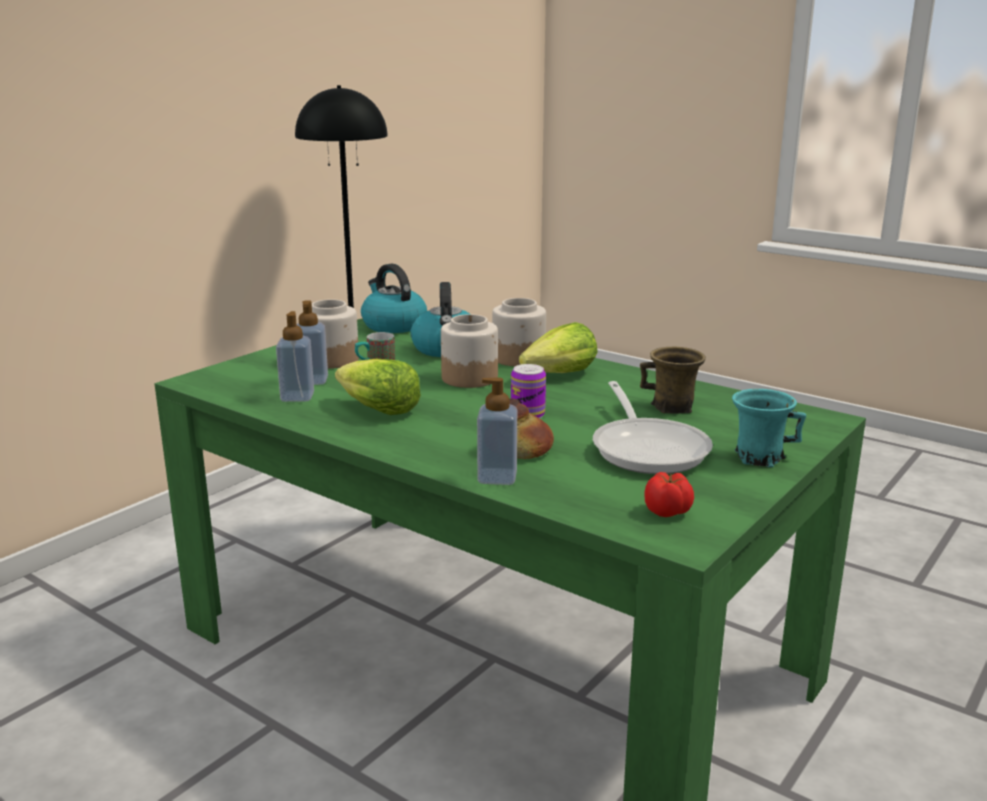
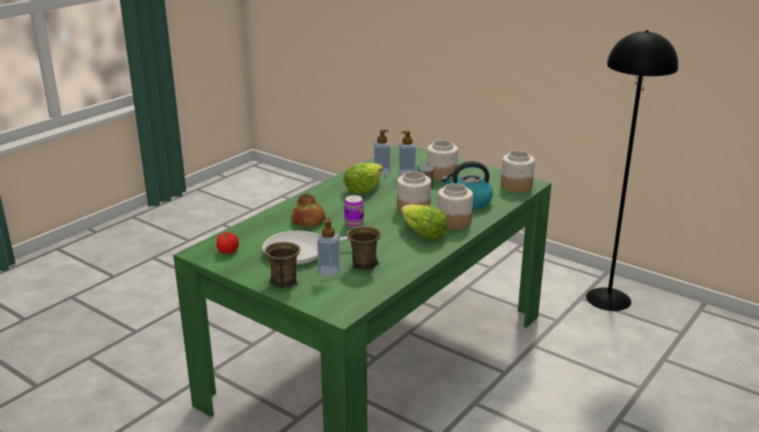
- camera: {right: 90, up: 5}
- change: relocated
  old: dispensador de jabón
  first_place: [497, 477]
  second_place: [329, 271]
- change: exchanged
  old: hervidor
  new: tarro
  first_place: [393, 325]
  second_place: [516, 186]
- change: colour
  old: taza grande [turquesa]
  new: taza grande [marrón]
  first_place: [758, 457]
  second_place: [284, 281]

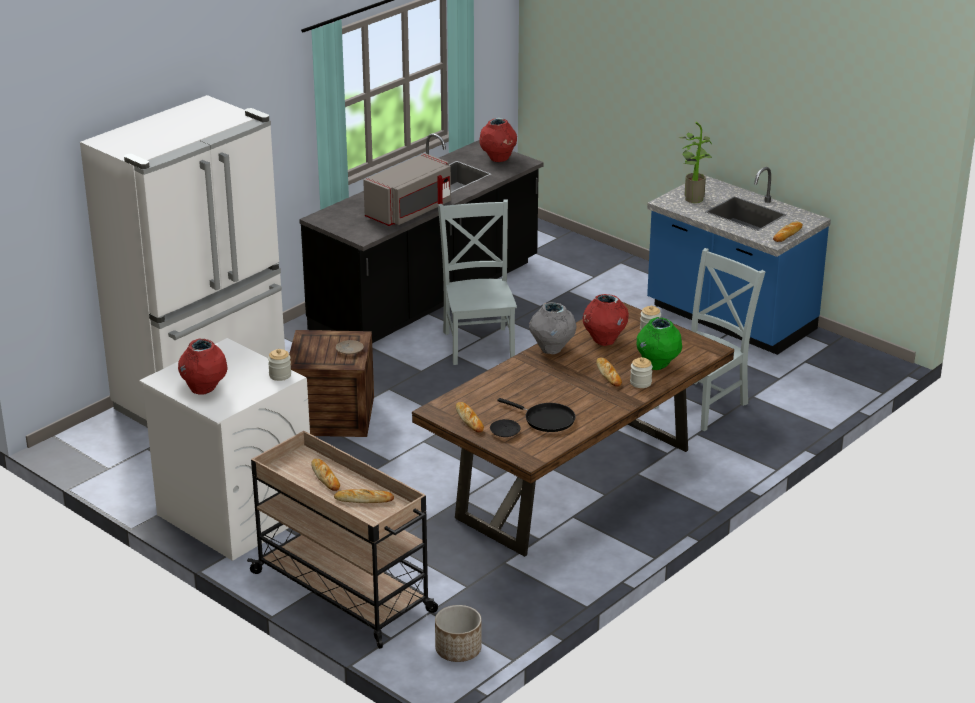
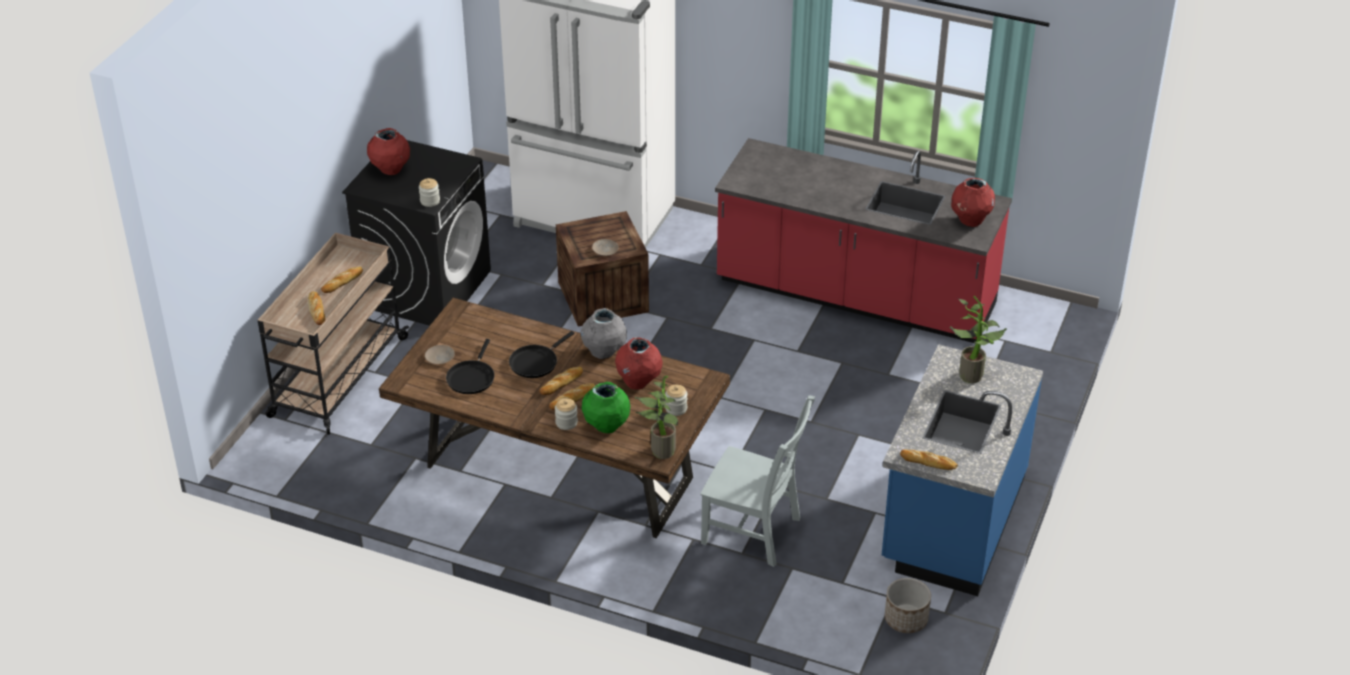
- camera: {right: 70, up: 10}
- change: missing
  old: microondas [gris]
  first_place: [410, 211]
- change: missing
  old: silla [gris]
  first_place: [479, 343]
- change: appeared
  new: sartén [negro]
  second_place: [536, 362]
- change: appeared
  new: planta en maceta
  second_place: [659, 451]
- change: relocated
  old: maceta
  first_place: [458, 650]
  second_place: [906, 619]
- change: relocated
  old: pan
  first_place: [469, 420]
  second_place: [562, 383]
- change: colour
  old: lavadora [blanco]
  new: lavadora [negro]
  first_place: [234, 513]
  second_place: [426, 288]
- change: colour
  old: mueble bajo de cocina [negro]
  new: mueble bajo de cocina [rojo]
  first_place: [427, 297]
  second_place: [855, 295]
- change: colour
  old: plato [negro]
  new: plato [beis]
  first_place: [505, 431]
  second_place: [440, 358]

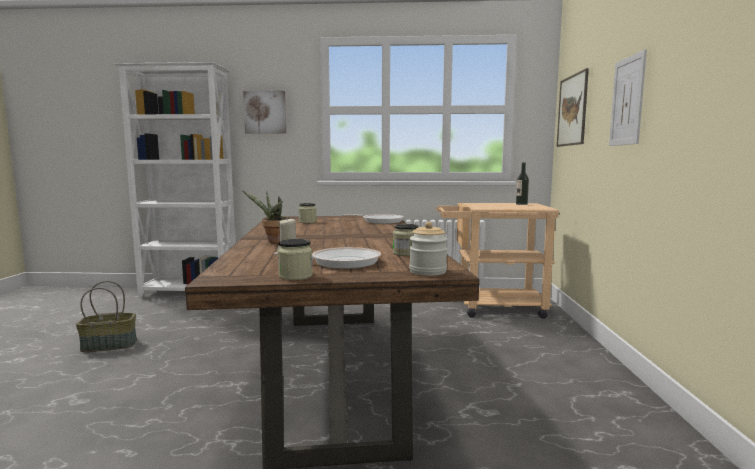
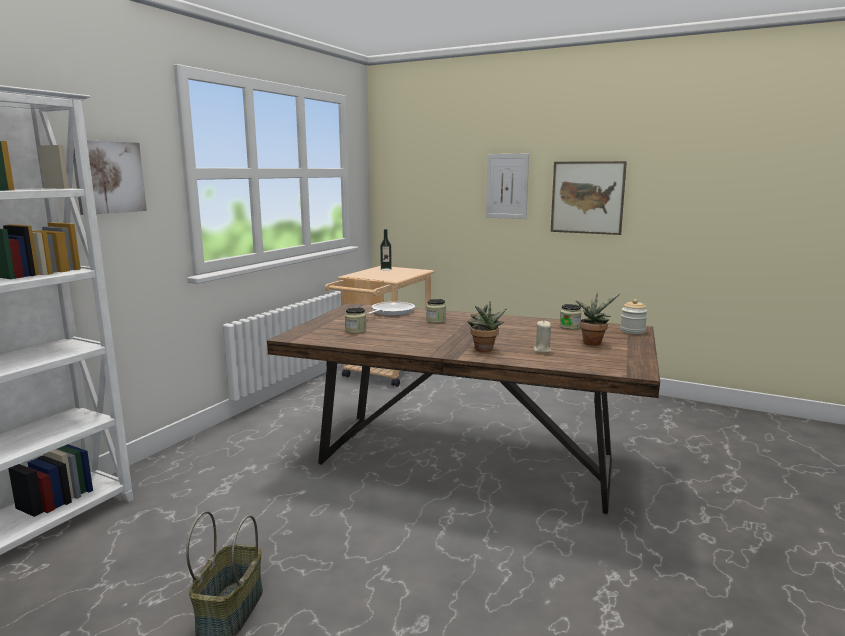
- camera: {right: -65, up: 5}
- change: relocated
  old: tarro
  first_place: [295, 276]
  second_place: [436, 321]
- change: relocated
  old: cuadro
  first_place: [572, 110]
  second_place: [587, 197]
- change: exchanged
  old: sartén
  new: planta en maceta
  first_place: [341, 262]
  second_place: [593, 342]

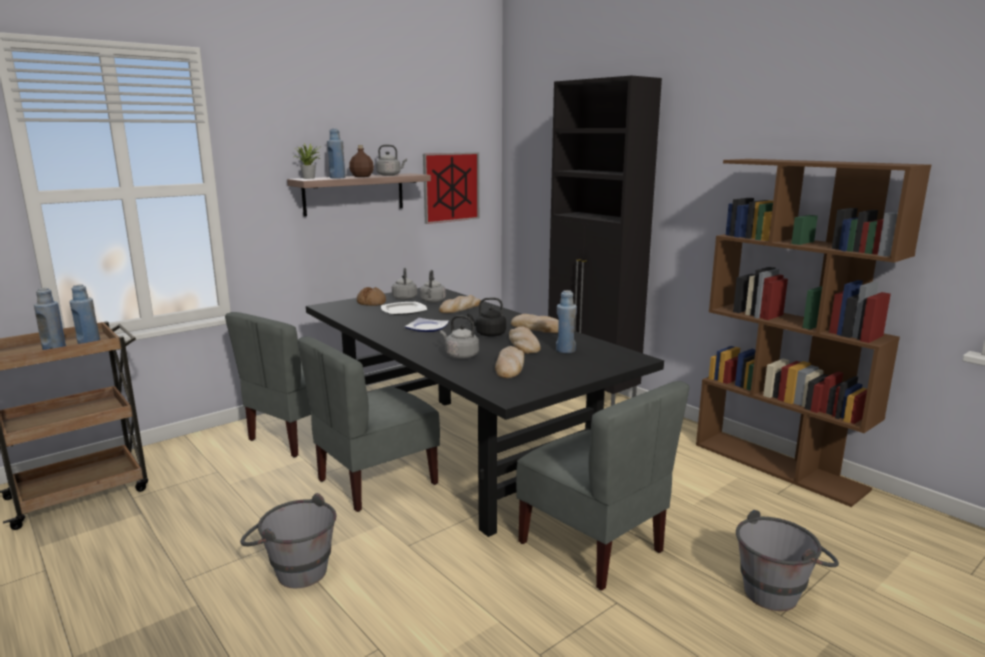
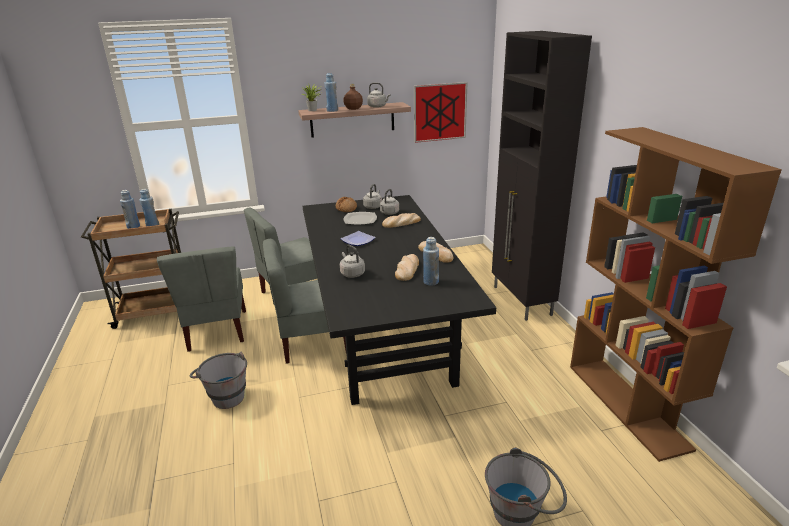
- camera: {right: 25, up: 10}
- change: missing
  old: hervidor [negro]
  first_place: [488, 334]
- change: missing
  old: pan
  first_place: [510, 366]
- change: relocated
  old: silla [gris]
  first_place: [592, 546]
  second_place: [216, 331]

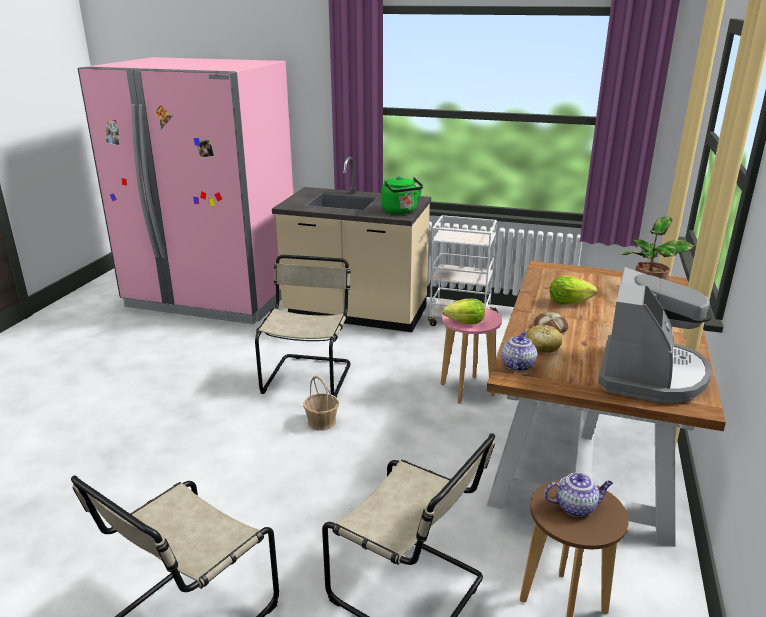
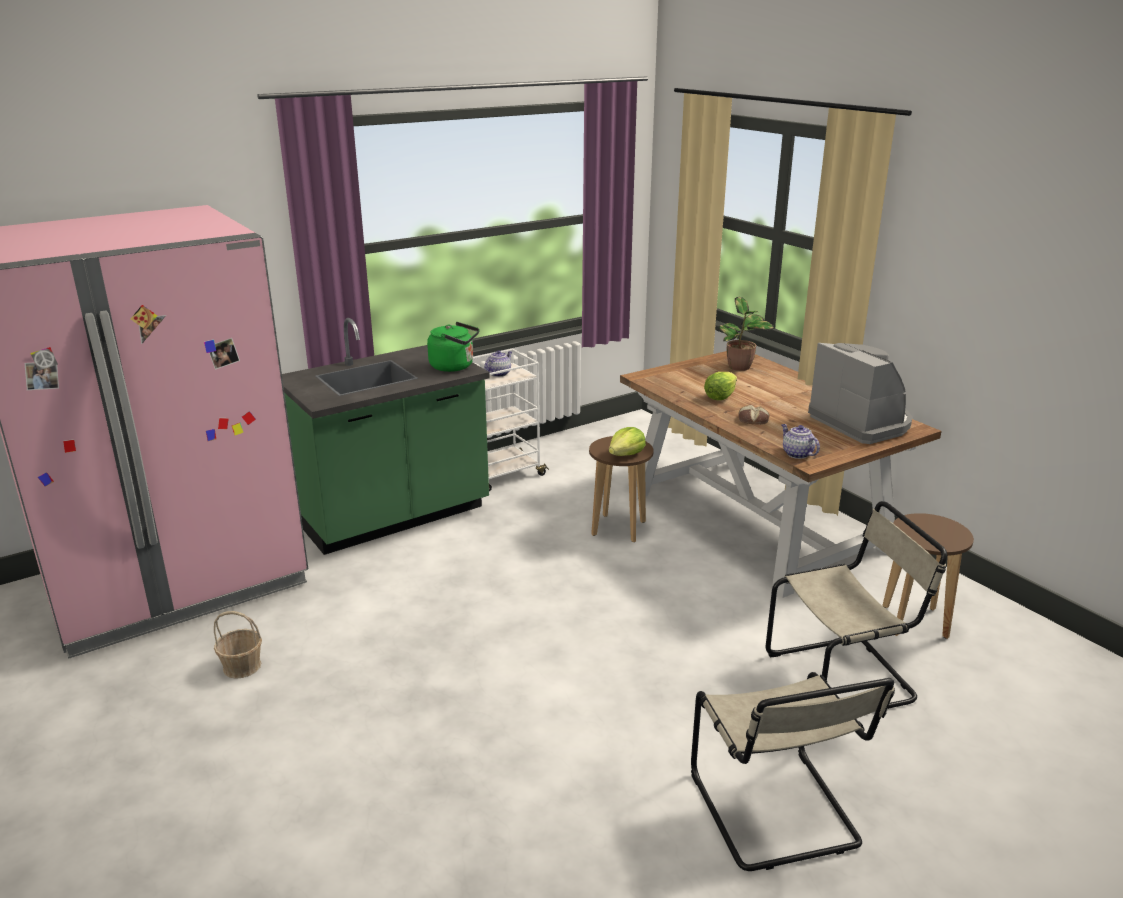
- camera: {right: -50, up: 0}
- change: missing
  old: silla [beis]
  first_place: [308, 376]
- change: missing
  old: pan
  first_place: [542, 346]
- change: relocated
  old: cesta
  first_place: [321, 422]
  second_place: [242, 666]
- change: relocated
  old: tetera
  first_place: [576, 506]
  second_place: [499, 373]
- change: colour
  old: mueble bajo de cocina [beis]
  new: mueble bajo de cocina [verde]
  first_place: [355, 314]
  second_place: [394, 517]
- change: colour
  old: taburete [rosa]
  new: taburete [marrón]
  first_place: [467, 389]
  second_place: [618, 528]

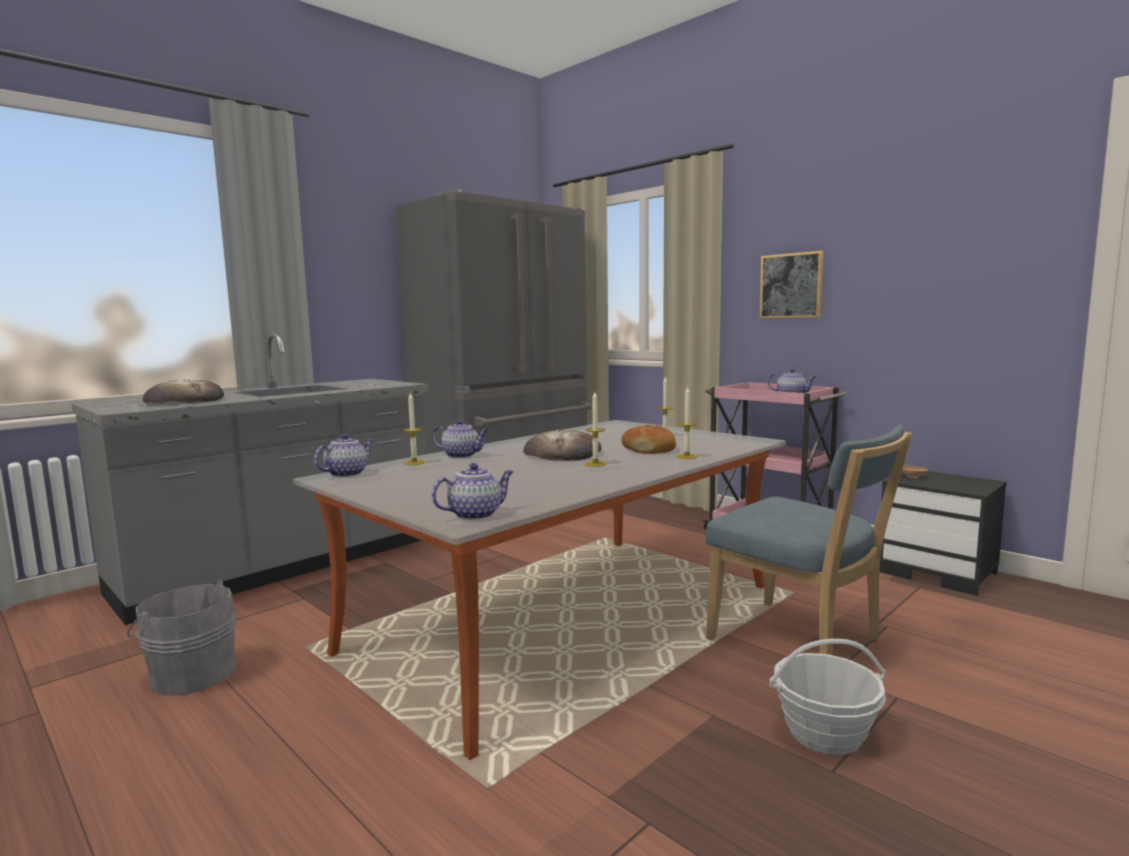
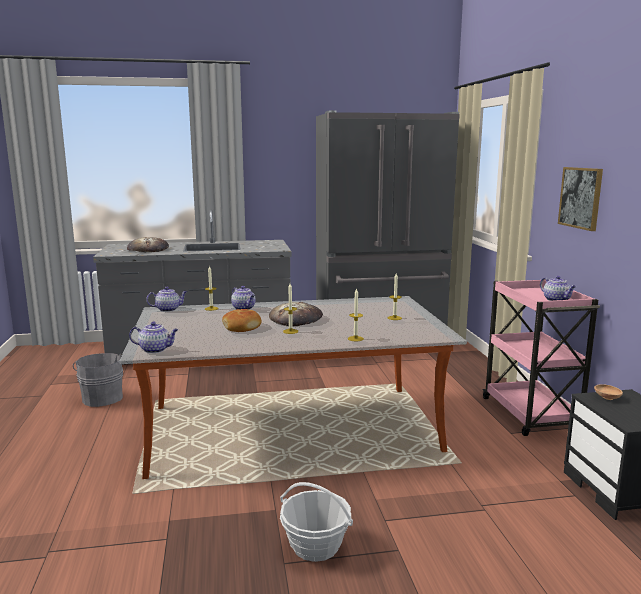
- camera: {right: 35, up: 5}
- change: missing
  old: silla [azul]
  first_place: [800, 643]
- change: relocated
  old: pan
  first_place: [649, 449]
  second_place: [242, 327]

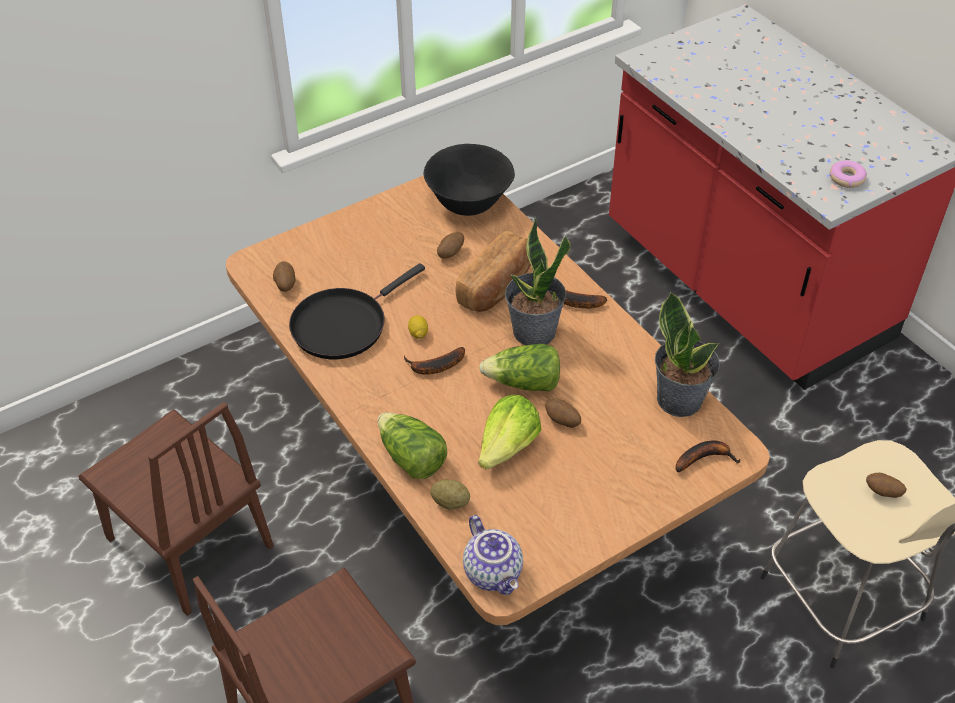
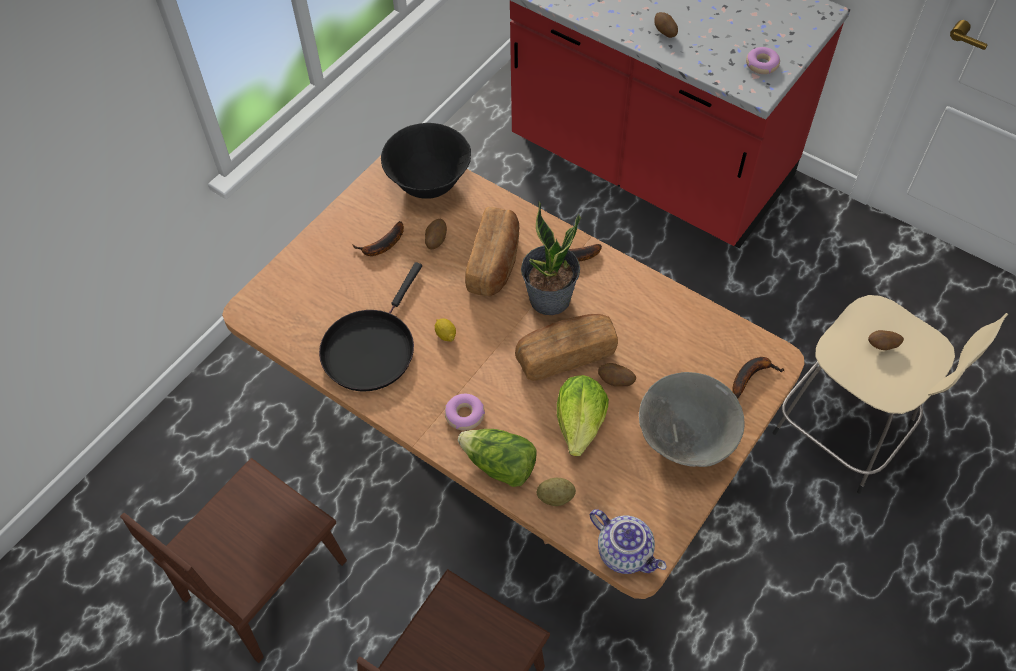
- camera: {right: -20, up: 10}
- change: missing
  old: planta en maceta
  first_place: [680, 399]
- change: appeared
  new: rosquilla
  second_place: [465, 415]
- change: appeared
  new: cuenco [gris]
  second_place: [685, 440]
- change: relocated
  old: patata
  first_place: [285, 284]
  second_place: [664, 32]
- change: relocated
  old: plátano
  first_place: [434, 367]
  second_place: [381, 246]
- change: exchanged
  old: lechuga
  new: pan
  first_place: [524, 383]
  second_place: [565, 354]
- change: spun
  old: silla [marrón]
  first_place: [189, 542]
  second_place: [265, 579]
  degrees: 105

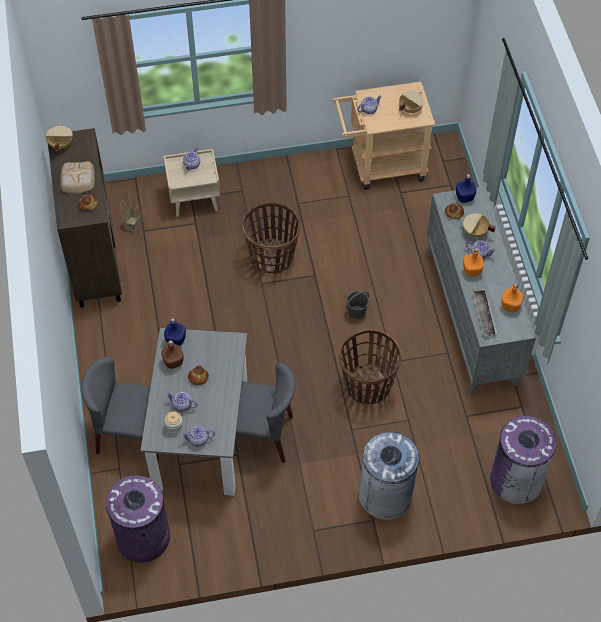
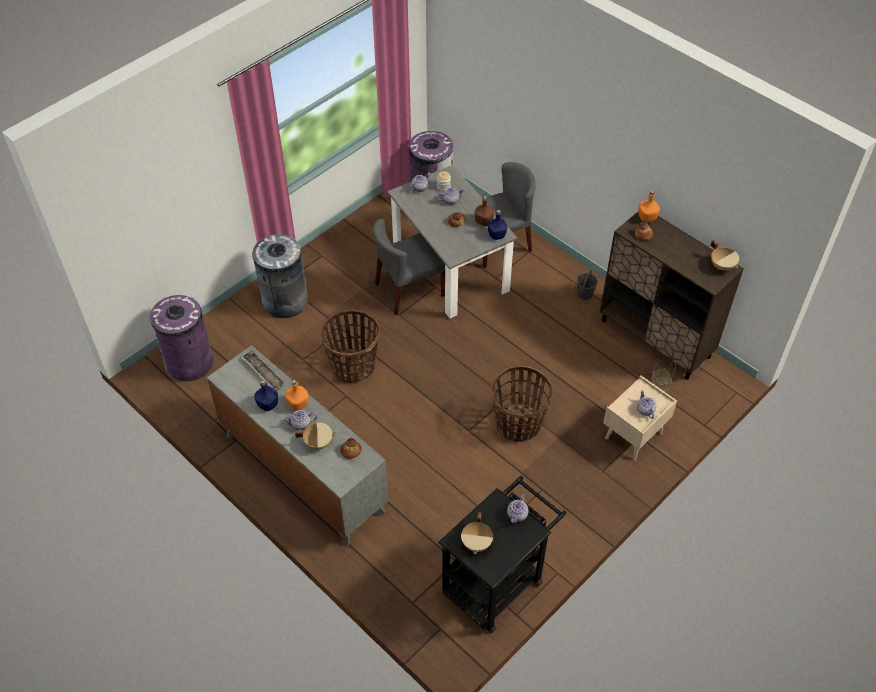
- camera: {right: 145, up: -5}
- change: missing
  old: pan
  first_place: [77, 180]
- change: relocated
  old: cubo [gris]
  first_place: [356, 312]
  second_place: [585, 294]
- change: relocated
  old: botella [azul]
  first_place: [464, 197]
  second_place: [268, 404]
- change: relocated
  old: botella [naranja]
  first_place: [510, 306]
  second_place: [647, 218]
- change: colour
  old: carrito [beis]
  new: carrito [negro]
  first_place: [381, 166]
  second_place: [498, 580]

